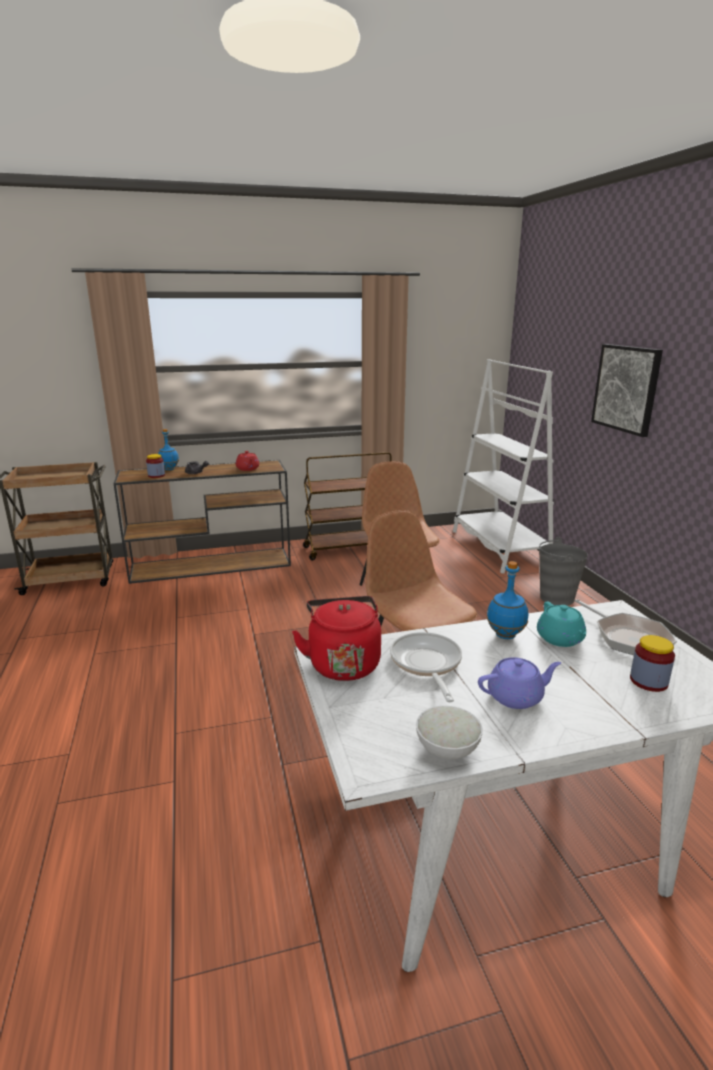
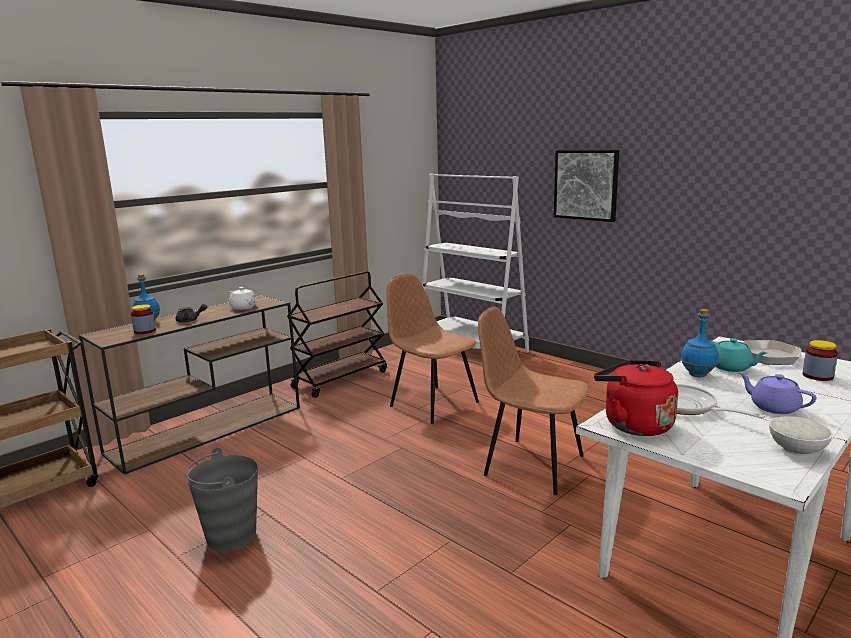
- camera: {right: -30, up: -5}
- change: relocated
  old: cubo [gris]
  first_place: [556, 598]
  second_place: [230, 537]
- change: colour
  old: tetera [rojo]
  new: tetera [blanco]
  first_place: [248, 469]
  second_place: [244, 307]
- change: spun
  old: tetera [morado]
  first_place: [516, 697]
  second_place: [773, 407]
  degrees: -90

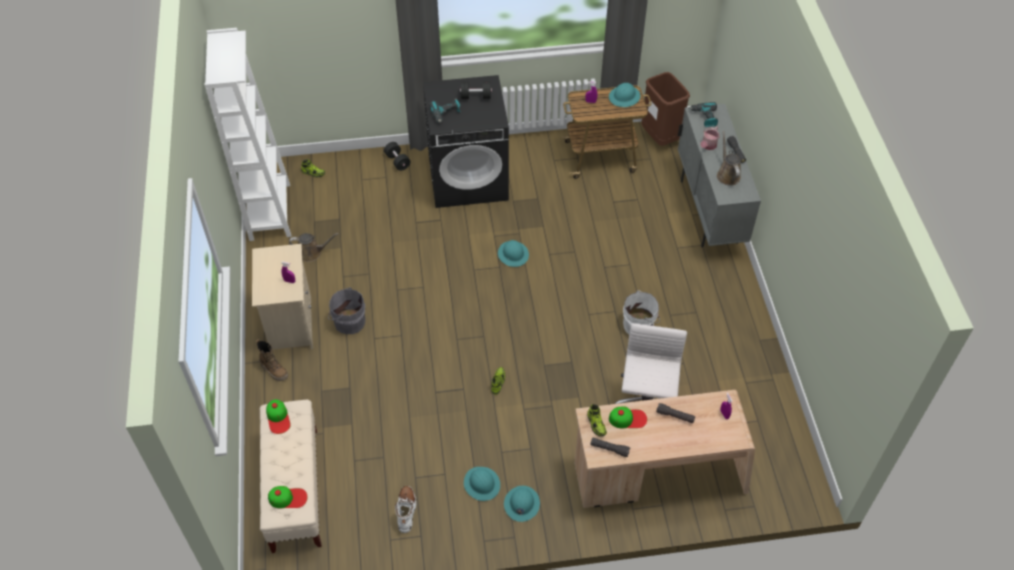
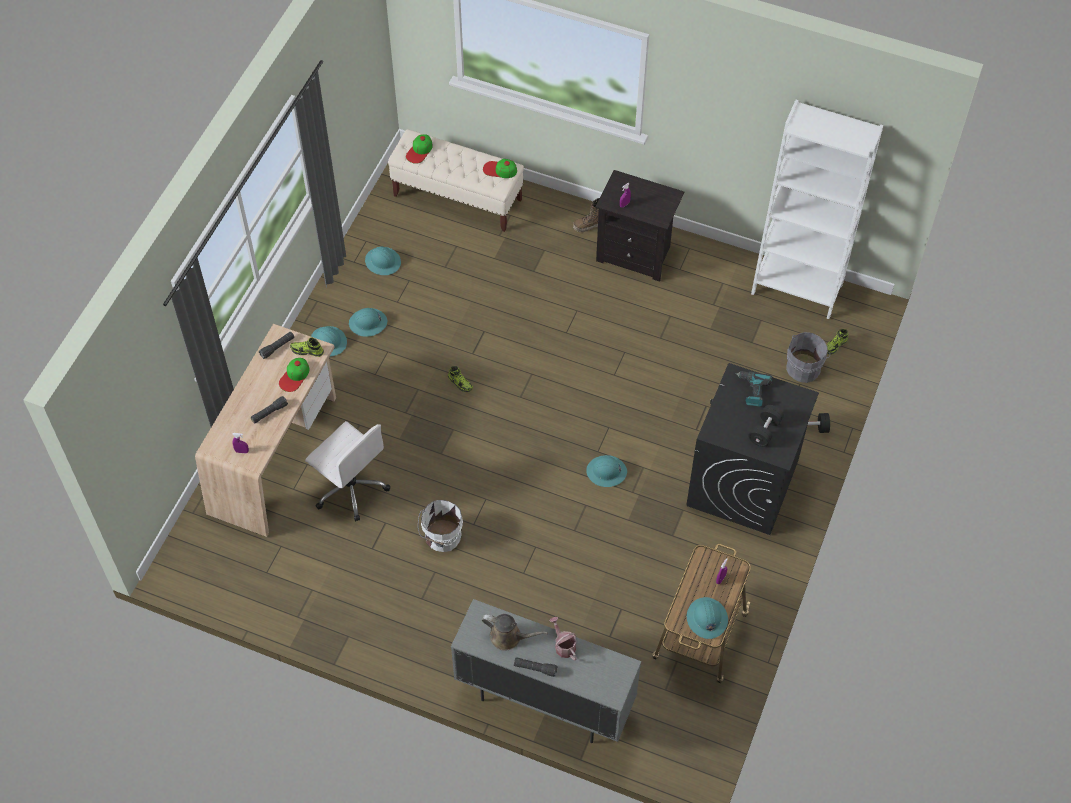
- camera: {right: 120, up: 5}
- change: missing
  old: regadera [marrón]
  first_place: [312, 253]
- change: missing
  old: papelera [marrón]
  first_place: [660, 138]
- change: missing
  old: taladro
  first_place: [704, 117]
- change: relocated
  old: cubo [gris]
  first_place: [348, 321]
  second_place: [804, 367]
- change: exchanged
  old: bota [blanco]
  new: casco [turquesa]
  first_place: [406, 511]
  second_place: [383, 261]
- change: colour
  old: mesita de noche [beis]
  new: mesita de noche [negro]
  first_place: [290, 324]
  second_place: [636, 254]

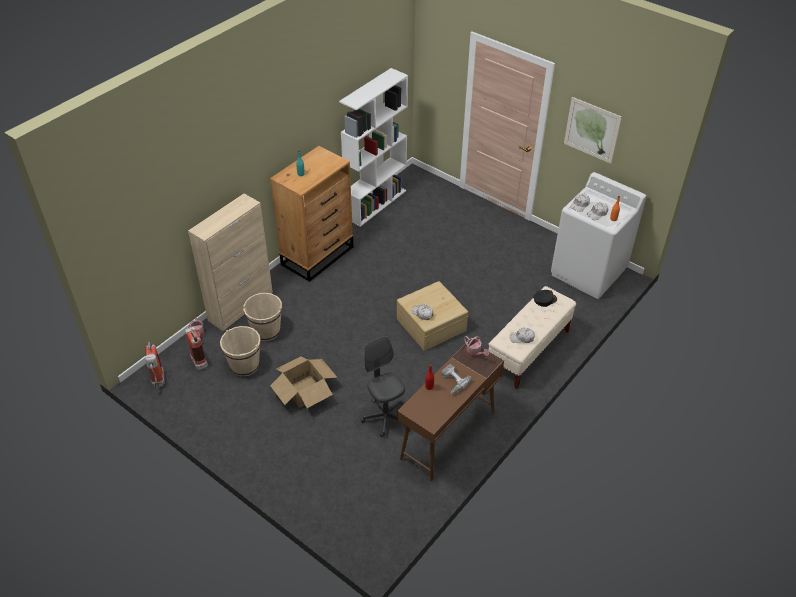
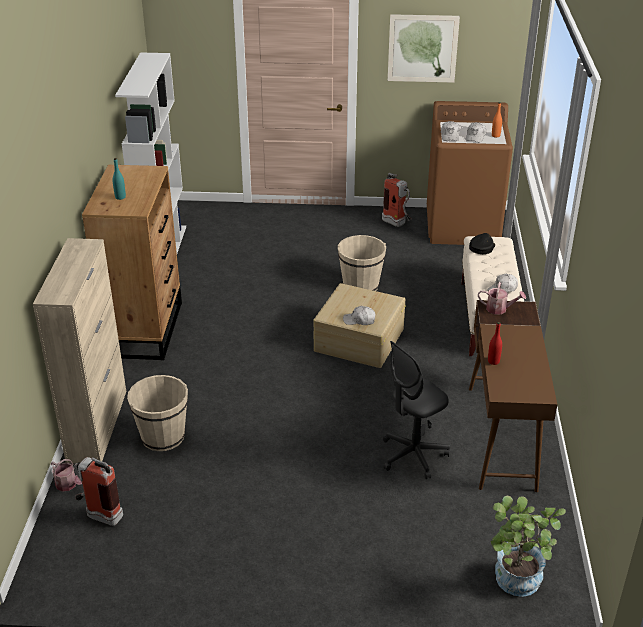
- camera: {right: -35, up: -10}
- change: missing
  old: caja de cartón
  first_place: [304, 391]
- change: missing
  old: taladro
  first_place: [452, 382]
- change: appeared
  new: planta en maceta
  second_place: [514, 583]
- change: relocated
  old: extintor
  first_place: [158, 383]
  second_place: [397, 224]
- change: relocated
  old: cubo [beis]
  first_place: [244, 365]
  second_place: [360, 286]
- change: colour
  old: lavadora [blanco]
  new: lavadora [marrón]
  first_place: [588, 272]
  second_place: [463, 227]
- change: spun
  old: silla de oficina [gris]
  first_place: [385, 417]
  second_place: [413, 455]
  degrees: -60

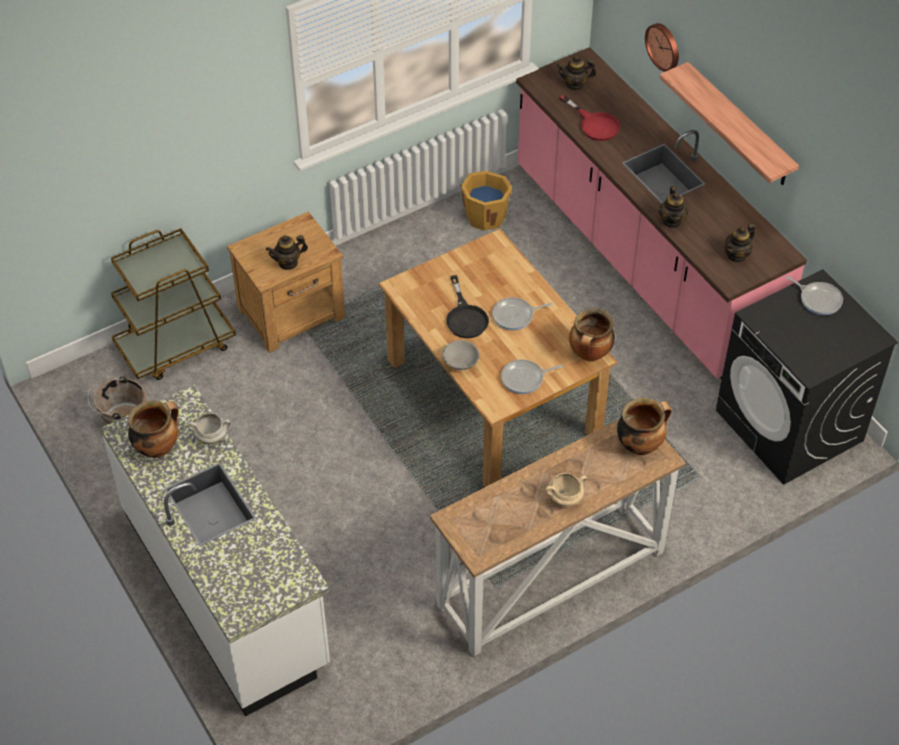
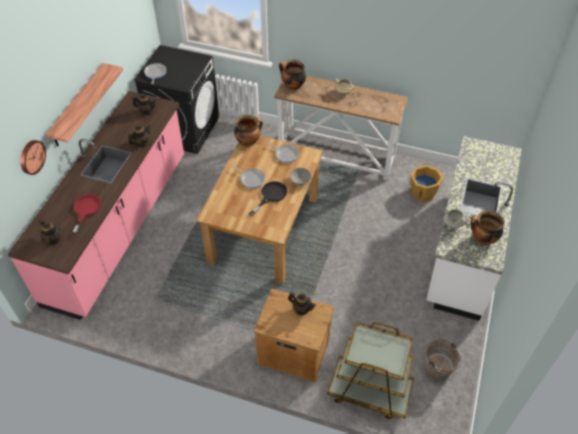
- camera: {right: -130, up: 0}
- change: relocated
  old: cubo [naranja]
  first_place: [486, 215]
  second_place: [422, 193]

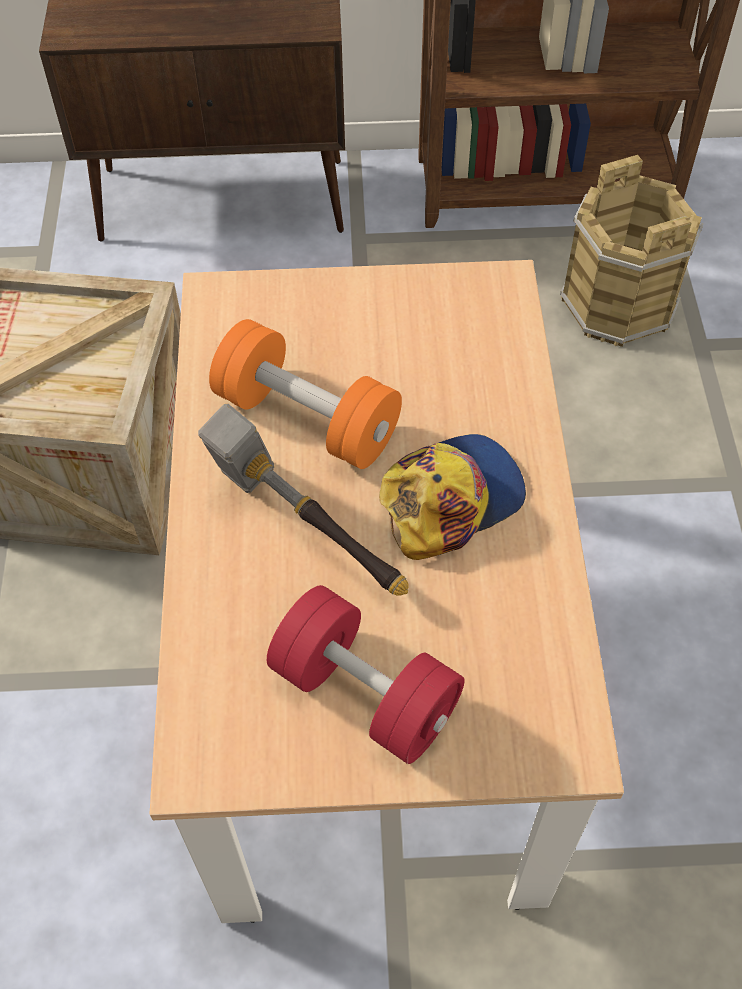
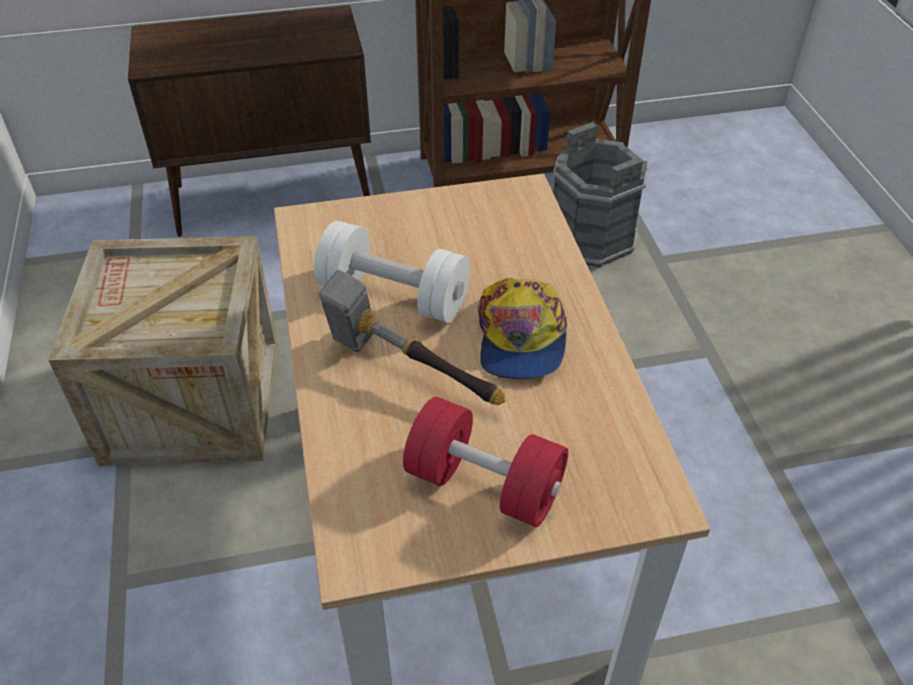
- camera: {right: -10, up: -10}
- change: colour
  old: mancuerna [naranja]
  new: mancuerna [blanco]
  first_place: [307, 419]
  second_place: [394, 295]
- change: colour
  old: cubo [marrón]
  new: cubo [gris]
  first_place: [619, 303]
  second_place: [592, 238]
- change: spun
  old: gorra
  first_place: [450, 499]
  second_place: [520, 338]
  degrees: 135

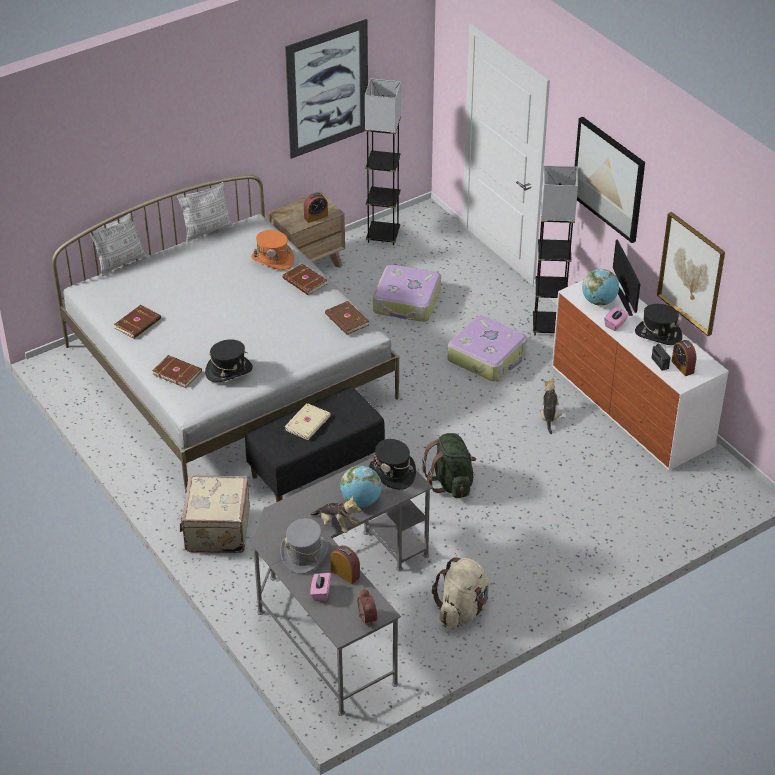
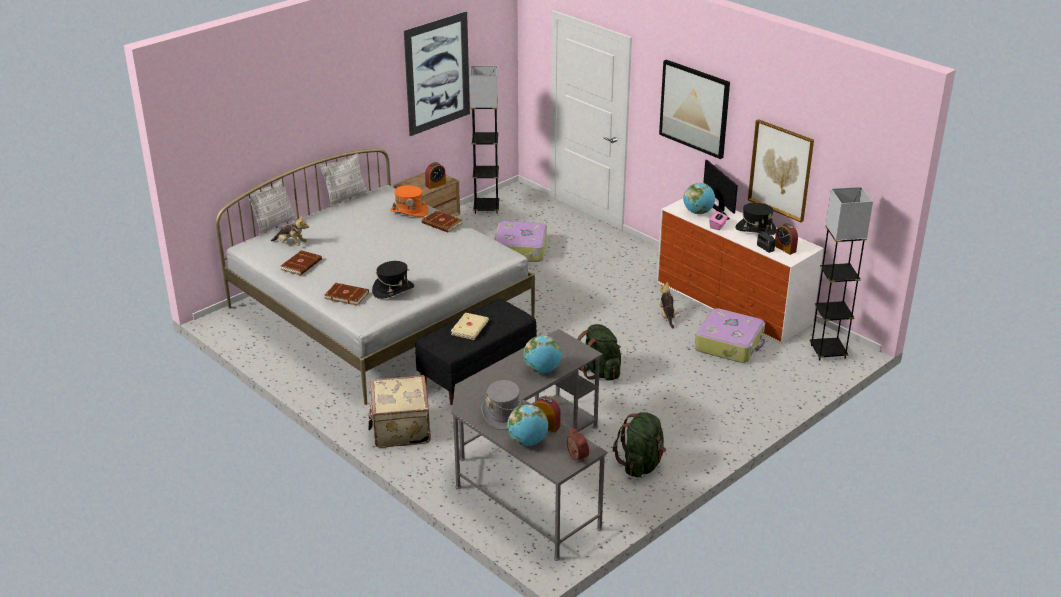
- camera: {right: -10, up: -10}
- change: missing
  old: libro [marrón]
  first_place: [346, 320]
- change: missing
  old: sombrero [negro]
  first_place: [392, 473]
- change: relocated
  old: peluche
  first_place: [336, 524]
  second_place: [291, 244]
- change: relocated
  old: maleta
  first_place: [487, 357]
  second_place: [729, 344]
- change: relocated
  old: lámpara de pie [gris]
  first_place: [548, 326]
  second_place: [828, 352]
- change: exchanged
  old: caja de pañuelos [rosa]
  new: globo terráqueo
  first_place: [320, 592]
  second_place: [528, 441]
- change: colour
  old: mochila [beis]
  new: mochila [verde]
  first_place: [462, 610]
  second_place: [641, 464]

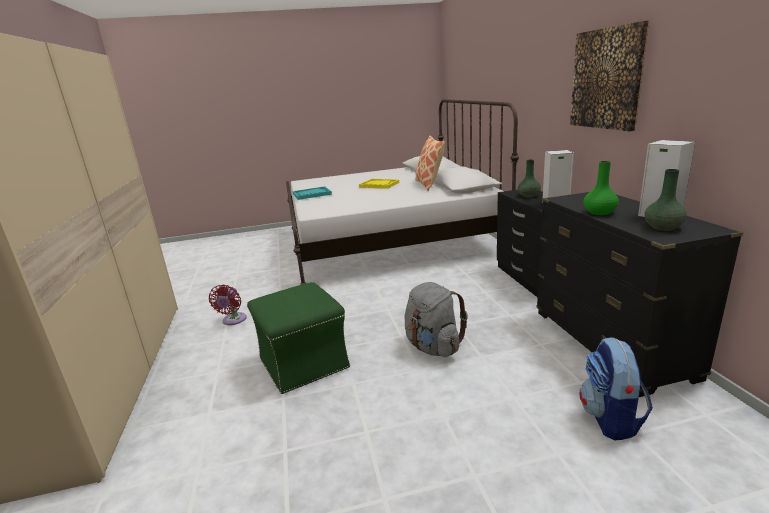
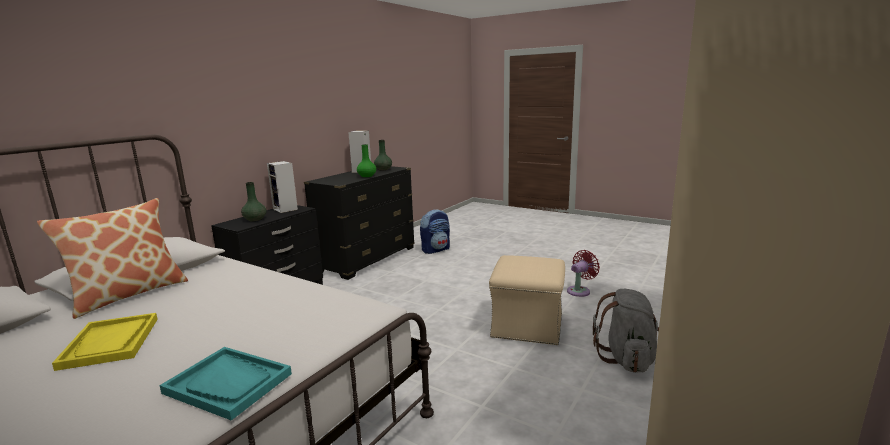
- camera: {right: -135, up: -5}
- change: missing
  old: cuadro
  first_place: [606, 79]
- change: relocated
  old: ventilador [rojo]
  first_place: [233, 320]
  second_place: [580, 291]
- change: relocated
  old: mochila [gris]
  first_place: [433, 347]
  second_place: [627, 359]
- change: colour
  old: puf [verde]
  new: puf [beis]
  first_place: [303, 363]
  second_place: [527, 326]

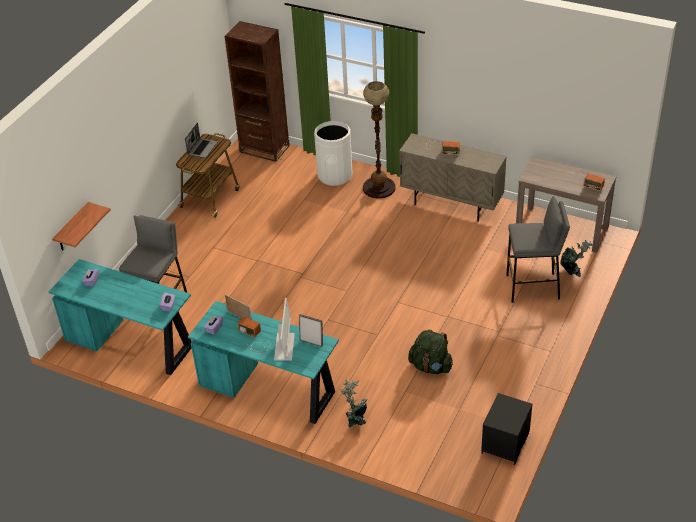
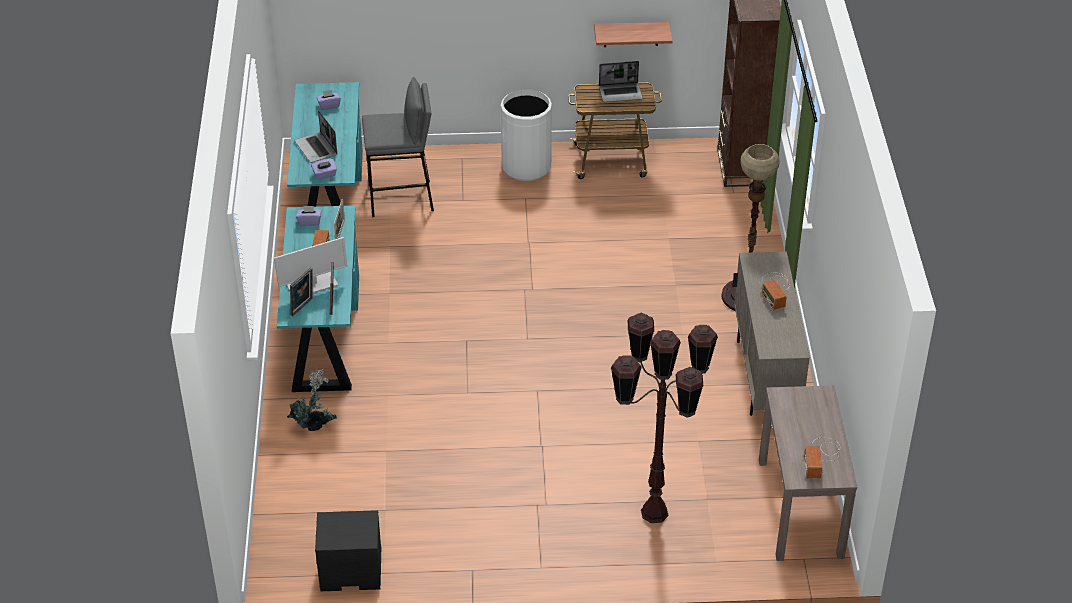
- camera: {right: 60, up: 0}
- change: missing
  old: mochila [verde]
  first_place: [431, 366]
- change: missing
  old: planta en maceta
  first_place: [573, 272]
- change: appeared
  new: portarretratos
  second_place: [303, 307]
- change: appeared
  new: portátil
  second_place: [317, 148]
- change: relocated
  old: estante
  first_place: [72, 228]
  second_place: [631, 34]
- change: relocated
  old: papelera [blanco]
  first_place: [335, 175]
  second_place: [526, 166]
- change: exchanged
  old: taburete [gris]
  new: lámpara de pie [marrón]
  first_place: [533, 287]
  second_place: [654, 513]

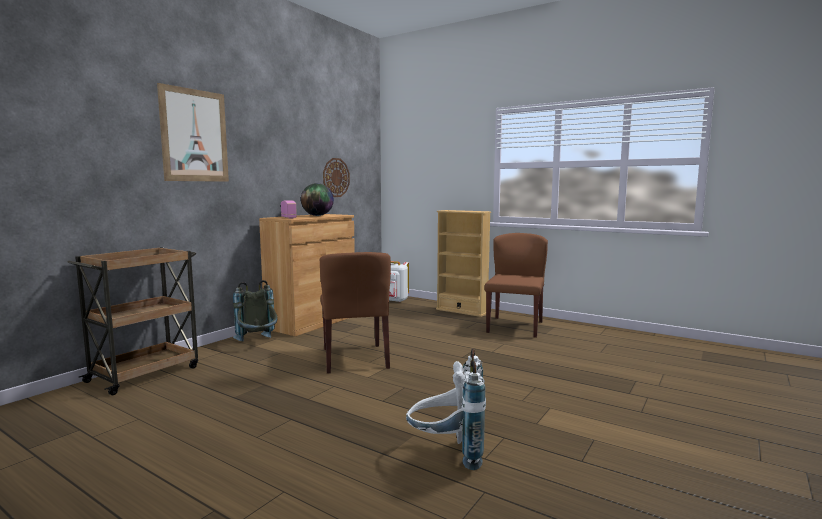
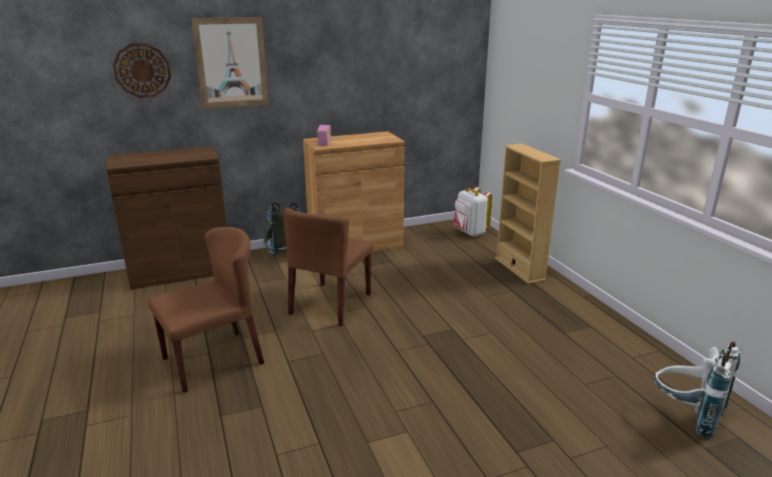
- camera: {right: 35, up: 15}
- change: missing
  old: globo terráqueo
  first_place: [317, 215]
- change: relocated
  old: reloj de pared
  first_place: [336, 177]
  second_place: [142, 70]
- change: relocated
  old: mochila [blanco]
  first_place: [447, 453]
  second_place: [685, 415]
- change: relocated
  old: silla [marrón]
  first_place: [515, 326]
  second_place: [213, 360]
- change: exchanged
  old: carrito [marrón]
  new: armario [marrón]
  first_place: [145, 373]
  second_place: [181, 271]

